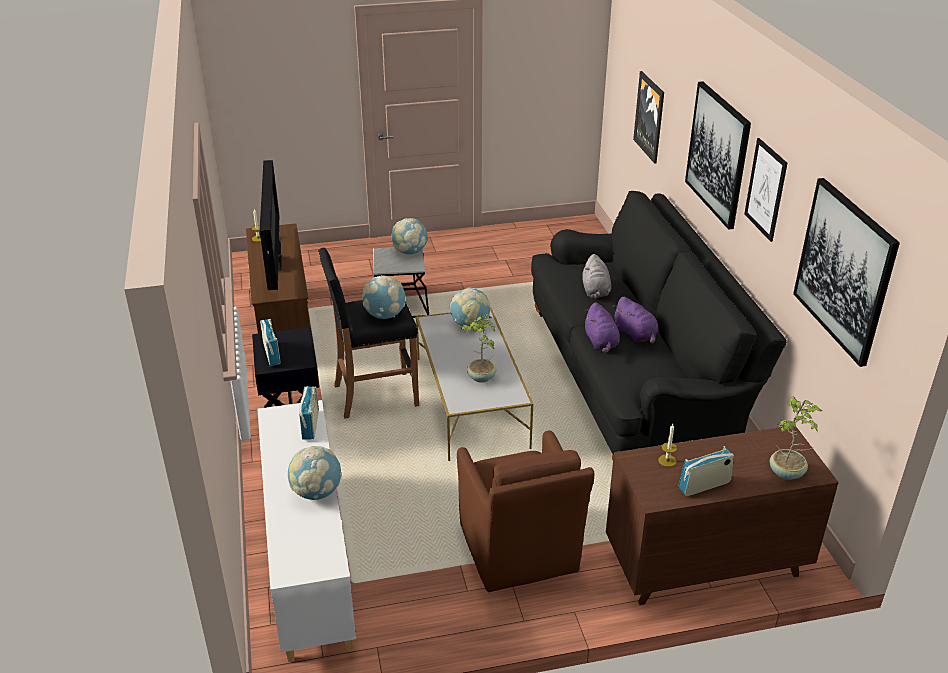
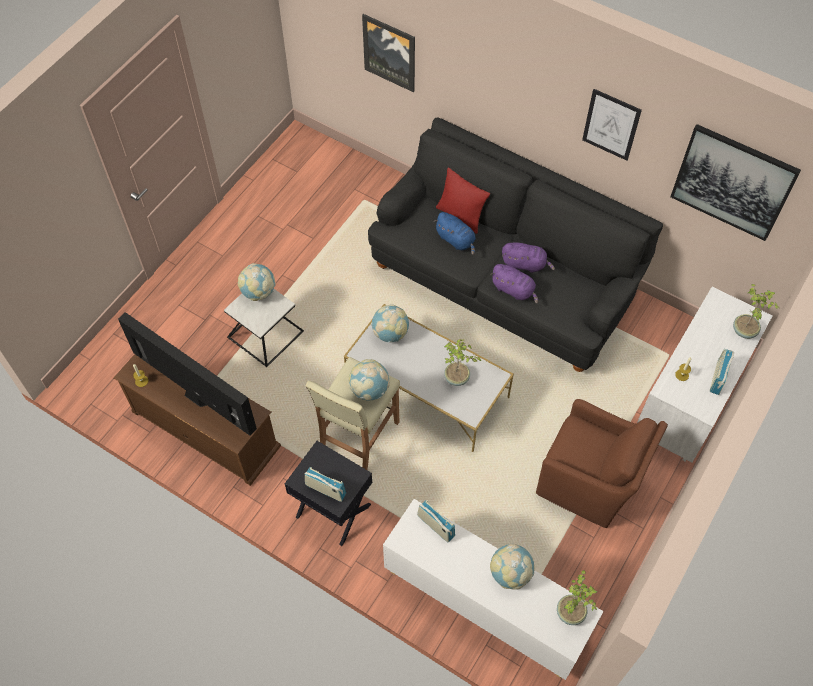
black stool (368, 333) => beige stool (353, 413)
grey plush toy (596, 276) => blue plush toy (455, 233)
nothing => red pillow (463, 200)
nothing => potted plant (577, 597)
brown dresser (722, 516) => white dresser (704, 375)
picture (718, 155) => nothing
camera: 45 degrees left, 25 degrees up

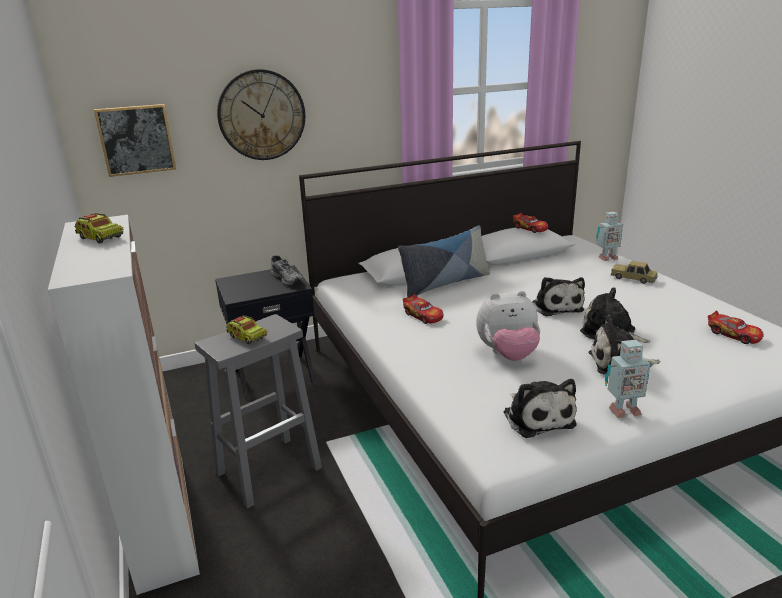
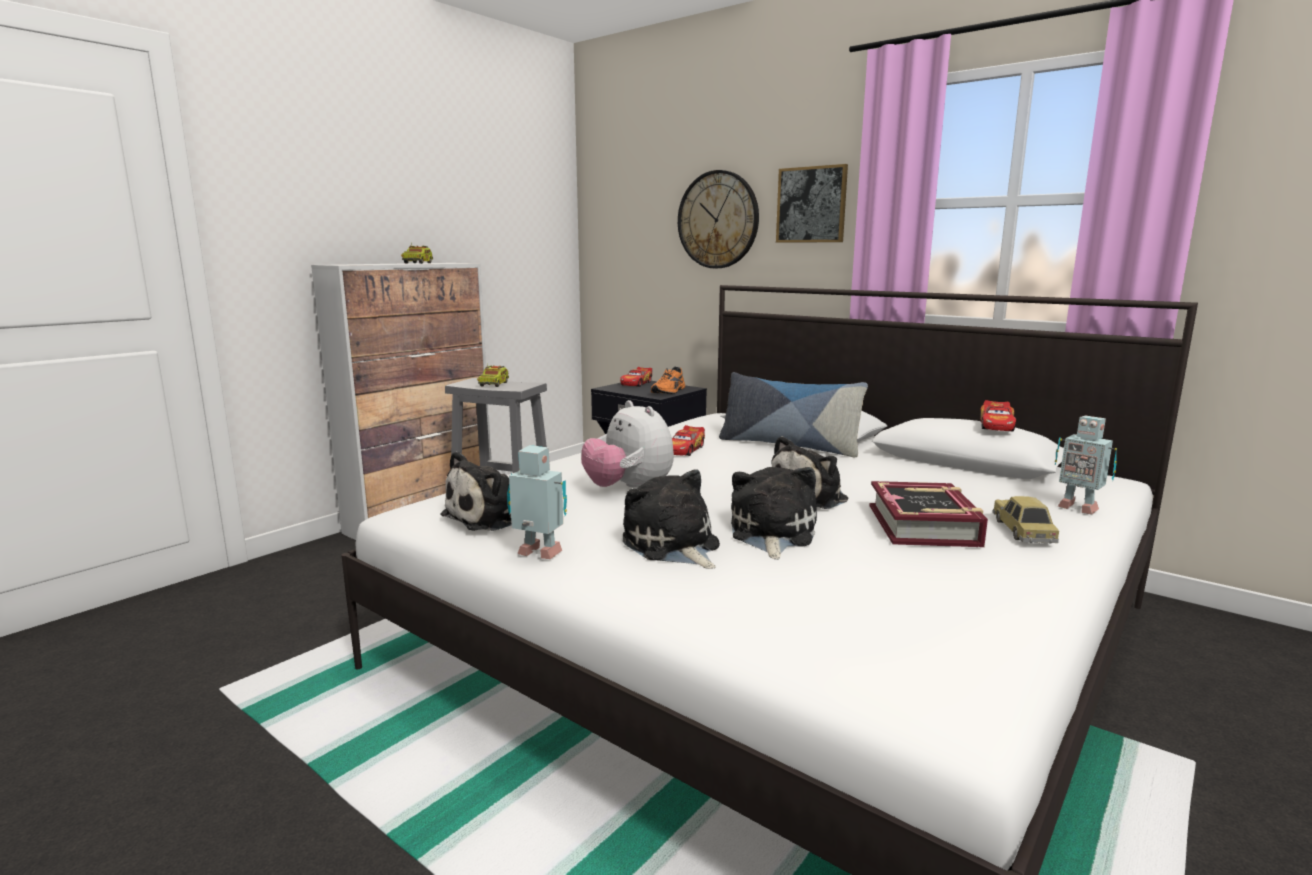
toy robot (628, 379) => toy robot (537, 502), 150 degrees clockwise
toy car (736, 327) => toy car (636, 377), moved
grey shoe (287, 270) => orange shoe (668, 380)
picture (135, 140) => picture (812, 203), moved
nothing => book (928, 514)
camera: 60 degrees right, 10 degrees down

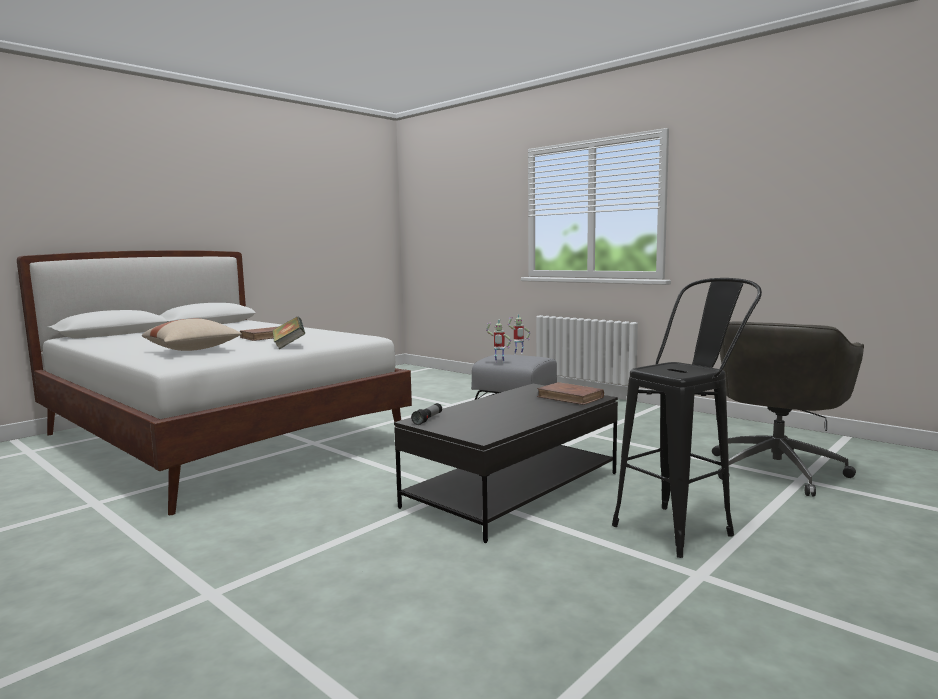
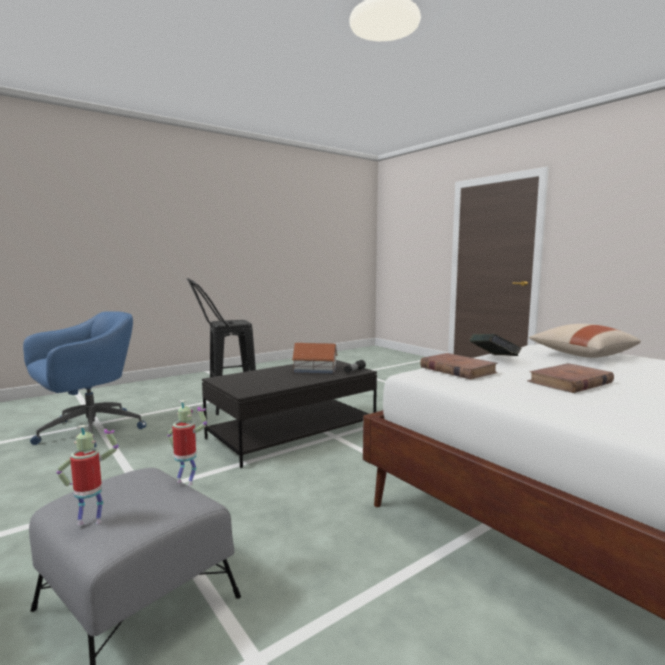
grey office chair (788, 409) => blue office chair (84, 379)
nothing => toy house (315, 358)
brown book (570, 393) => brown book (459, 366), moved
camera: 170 degrees left, 0 degrees up

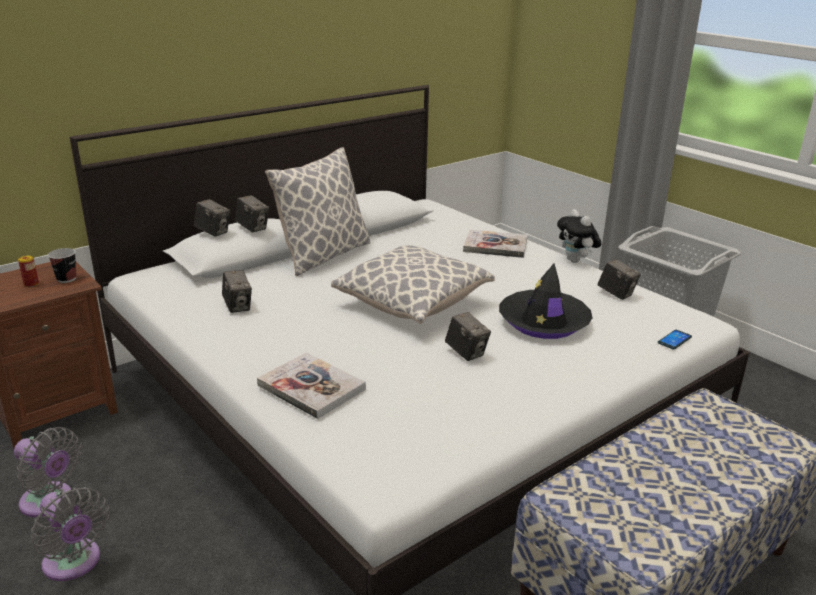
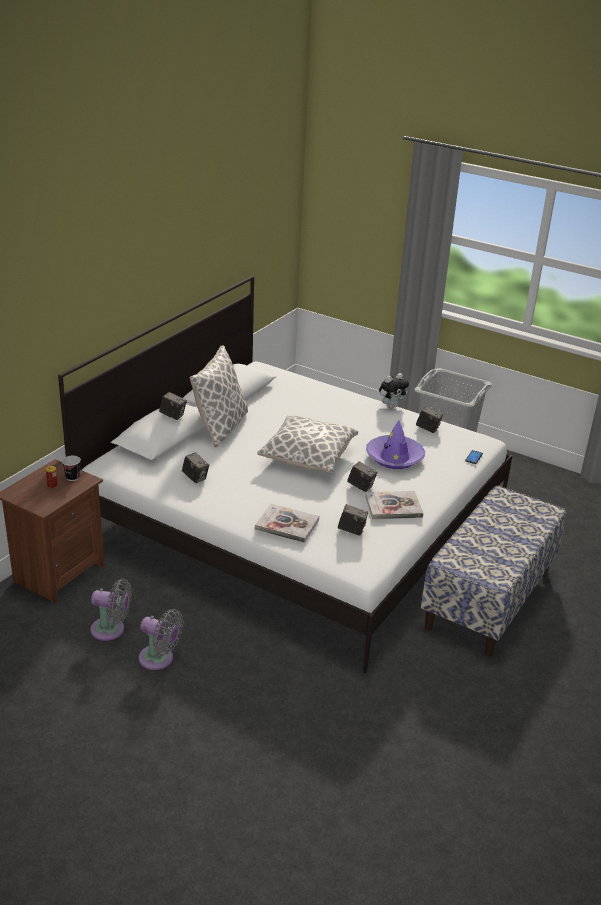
photo camera (212, 218) => photo camera (353, 520), moved
book (495, 243) => book (394, 505), moved
black hat (546, 301) => purple hat (395, 444)
plush toy (579, 236) => plush toy (394, 390), 75 degrees counterclockwise
camera: 20 degrees left, 5 degrees up

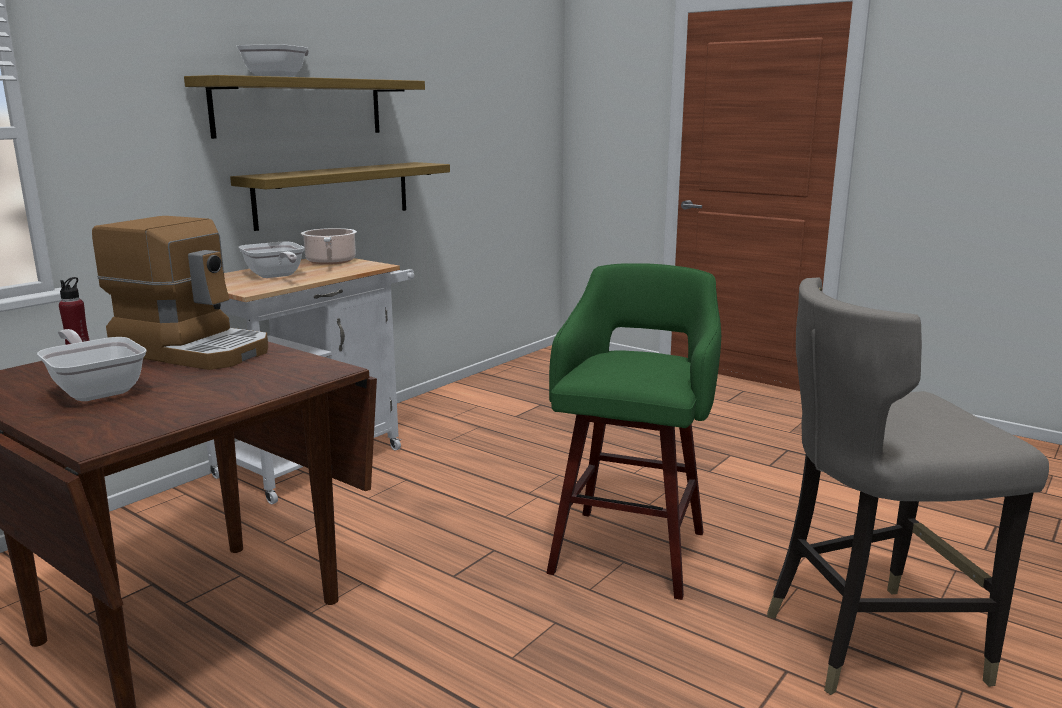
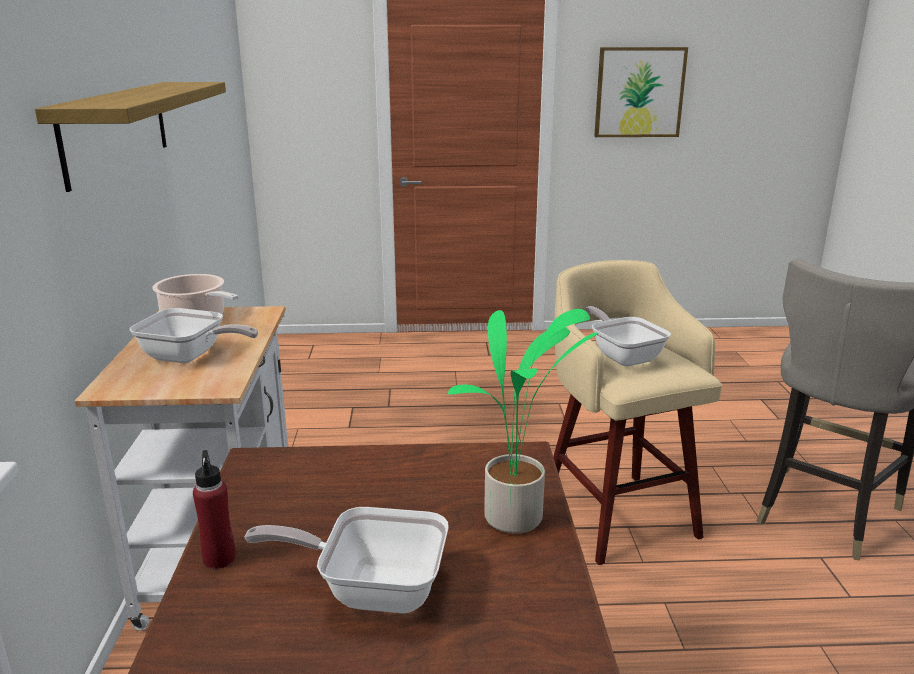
nothing => potted plant (523, 421)
green stool (634, 431) => beige stool (637, 412)
frying pan (273, 60) => frying pan (628, 336), moved
nothing => picture (641, 92)
coffee machine (180, 293) => nothing
shelf (340, 196) => nothing
camera: 40 degrees left, 5 degrees up

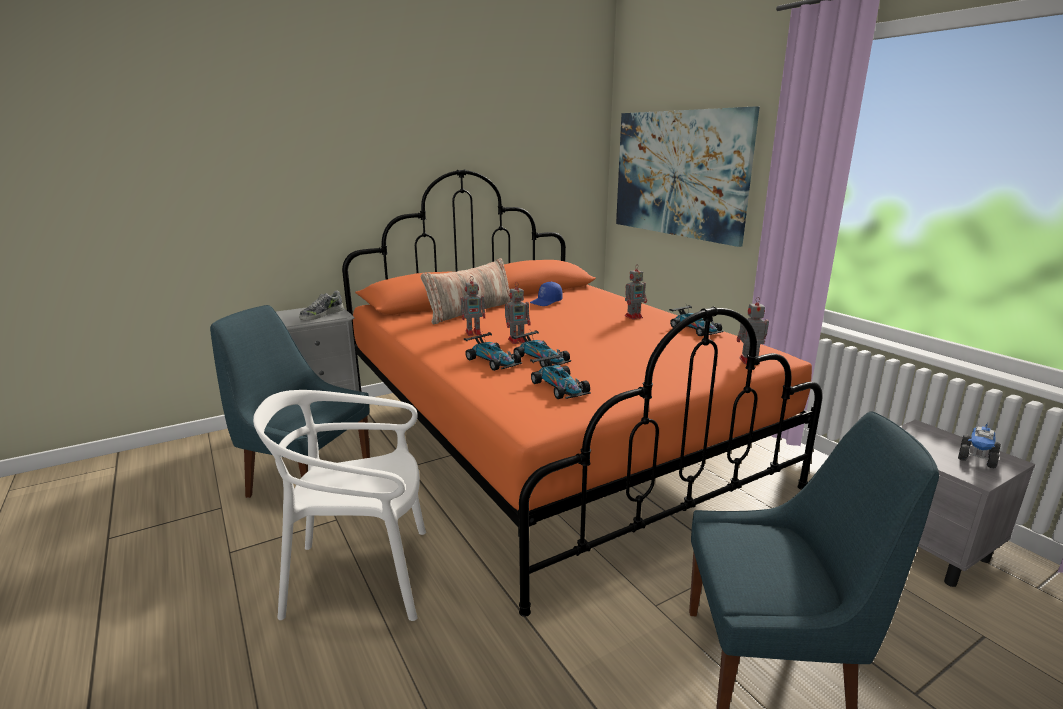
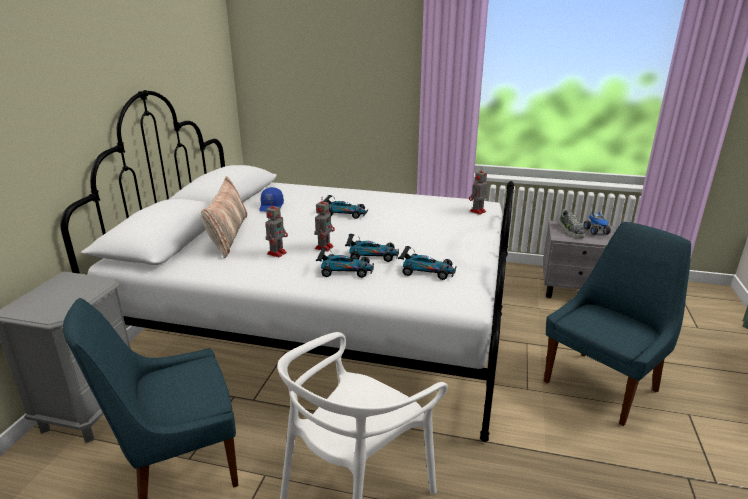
orange bed (582, 393) => white bed (287, 266)
toy car (696, 320) => toy car (345, 206), moved
shoe (321, 305) => shoe (572, 223), moved
picture (688, 176) => nothing
toy robot (636, 293) => nothing
camera: 45 degrees left, 5 degrees up

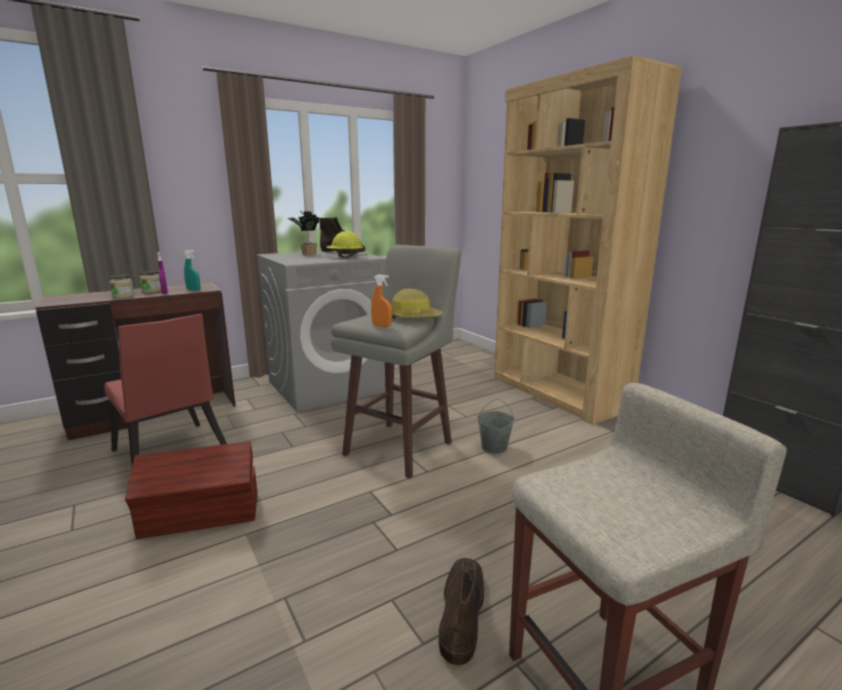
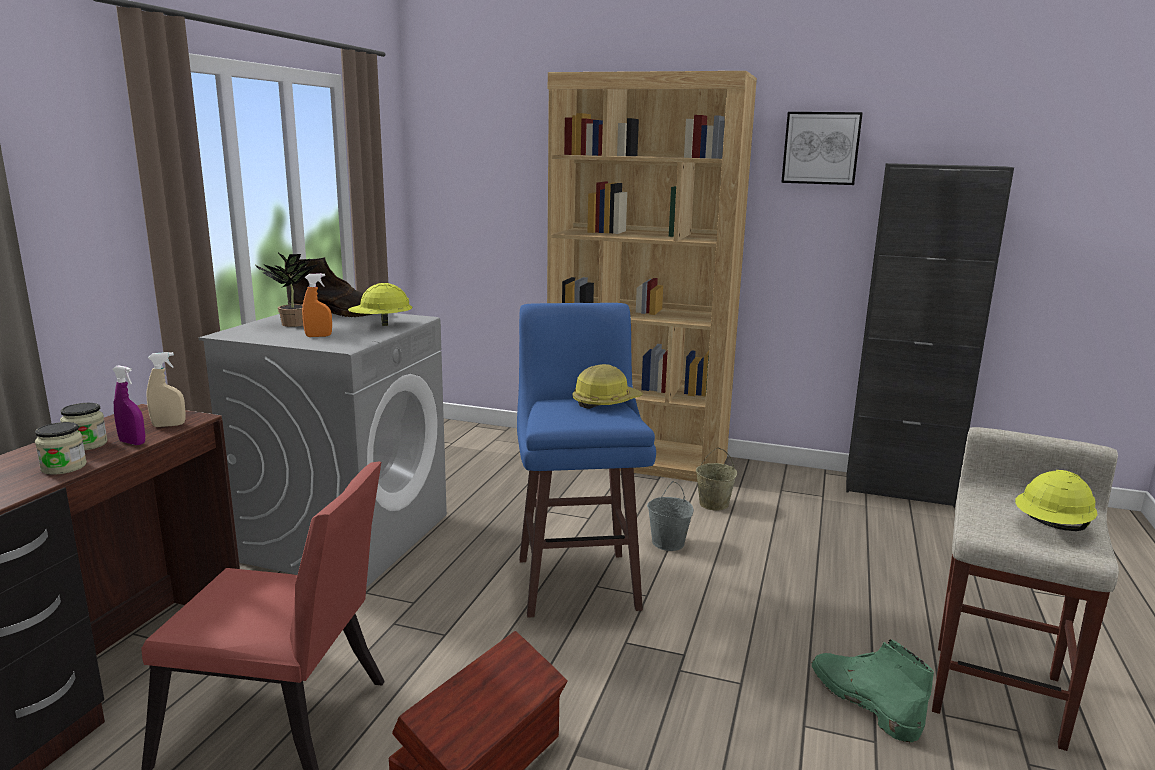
turquoise spray bottle (192, 270) => beige spray bottle (166, 389)
orange spray bottle (381, 301) => orange spray bottle (317, 305), moved
grey stool (396, 362) => blue stool (586, 460)
nothing => beige bucket (716, 479)
nothing => picture (822, 148)
brown boot (461, 611) => green boot (873, 691)
nothing => yellow hard hat (1056, 500)
camera: 40 degrees left, 0 degrees up

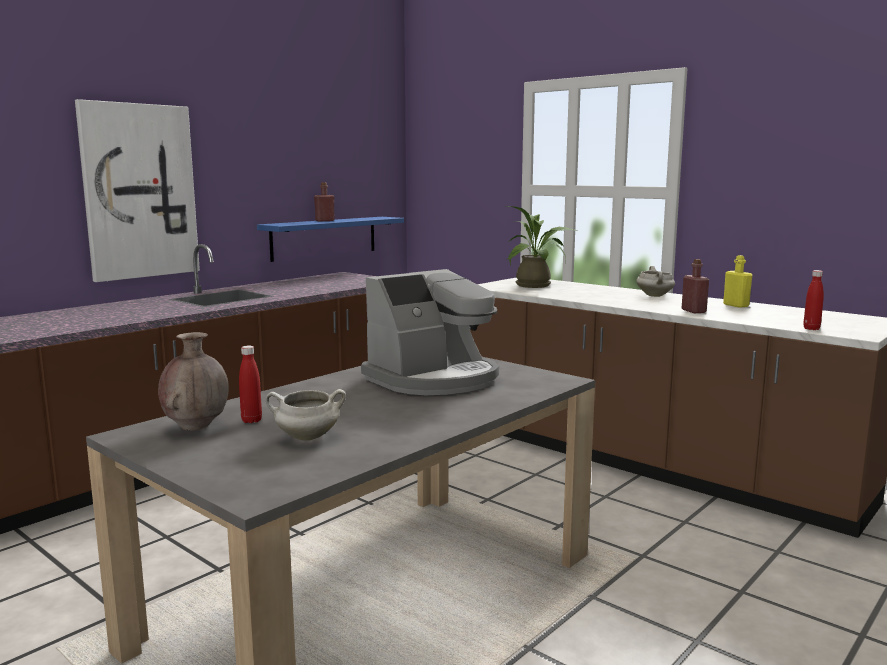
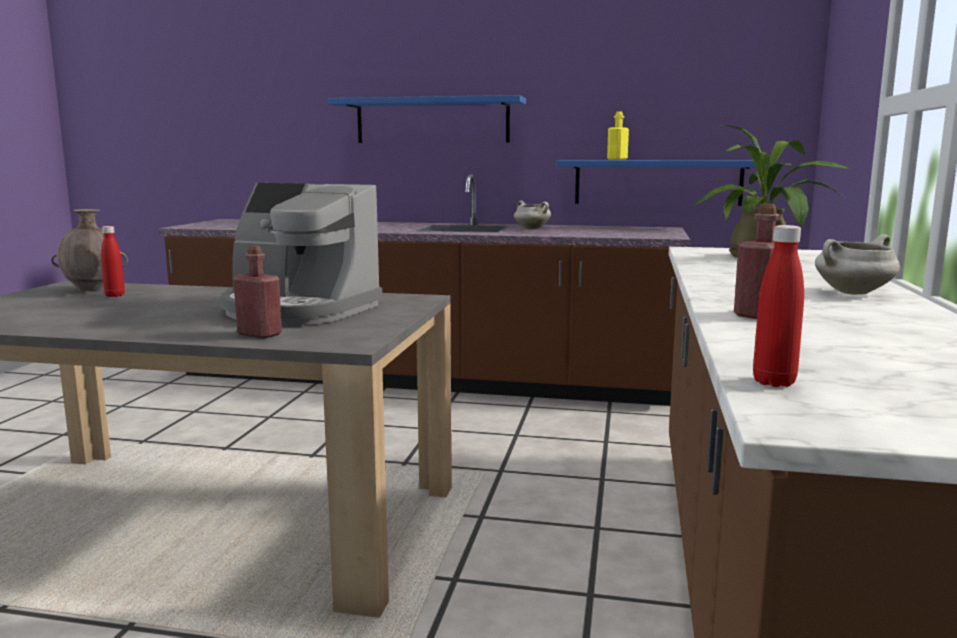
red bottle (324, 201) => red bottle (257, 292), moved
picture (137, 190) => blue shelf (427, 119)
white cooking pot (306, 415) => white cooking pot (532, 214), moved
yellow bottle (737, 281) => yellow bottle (618, 135), moved
camera: 60 degrees right, 0 degrees up

